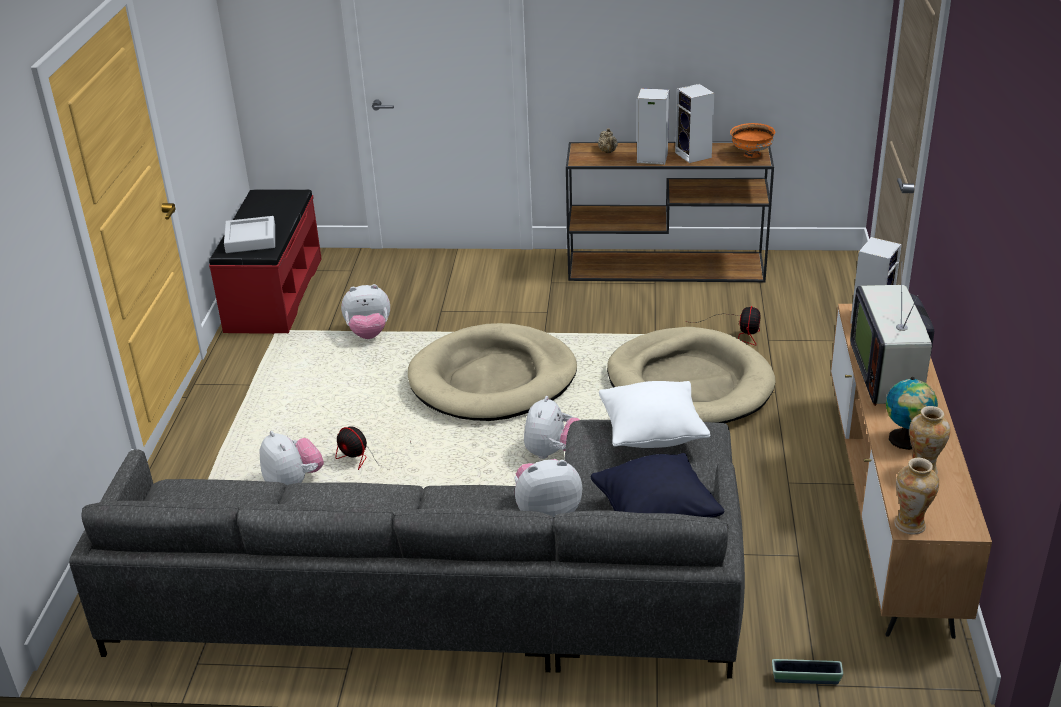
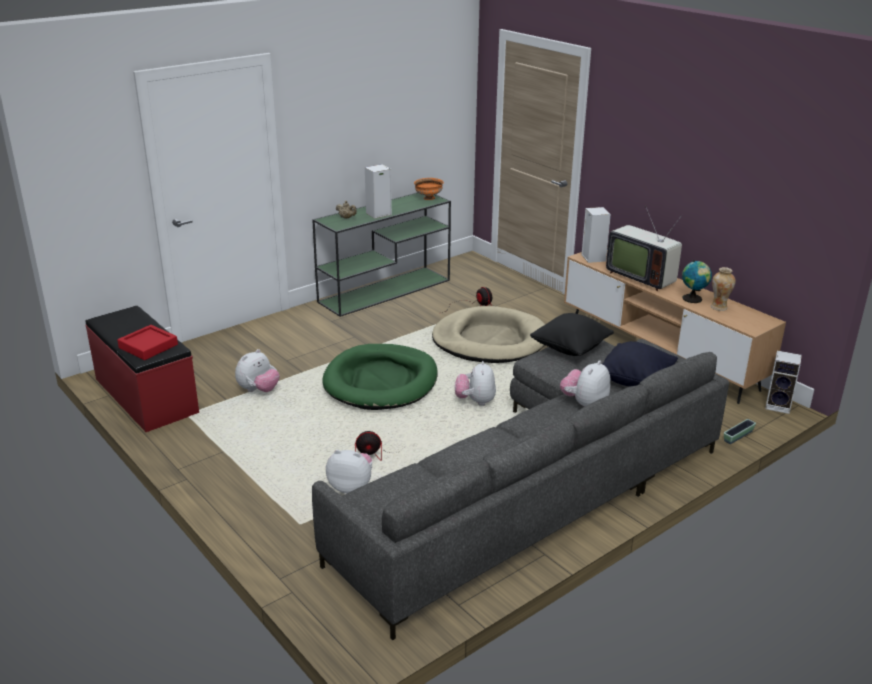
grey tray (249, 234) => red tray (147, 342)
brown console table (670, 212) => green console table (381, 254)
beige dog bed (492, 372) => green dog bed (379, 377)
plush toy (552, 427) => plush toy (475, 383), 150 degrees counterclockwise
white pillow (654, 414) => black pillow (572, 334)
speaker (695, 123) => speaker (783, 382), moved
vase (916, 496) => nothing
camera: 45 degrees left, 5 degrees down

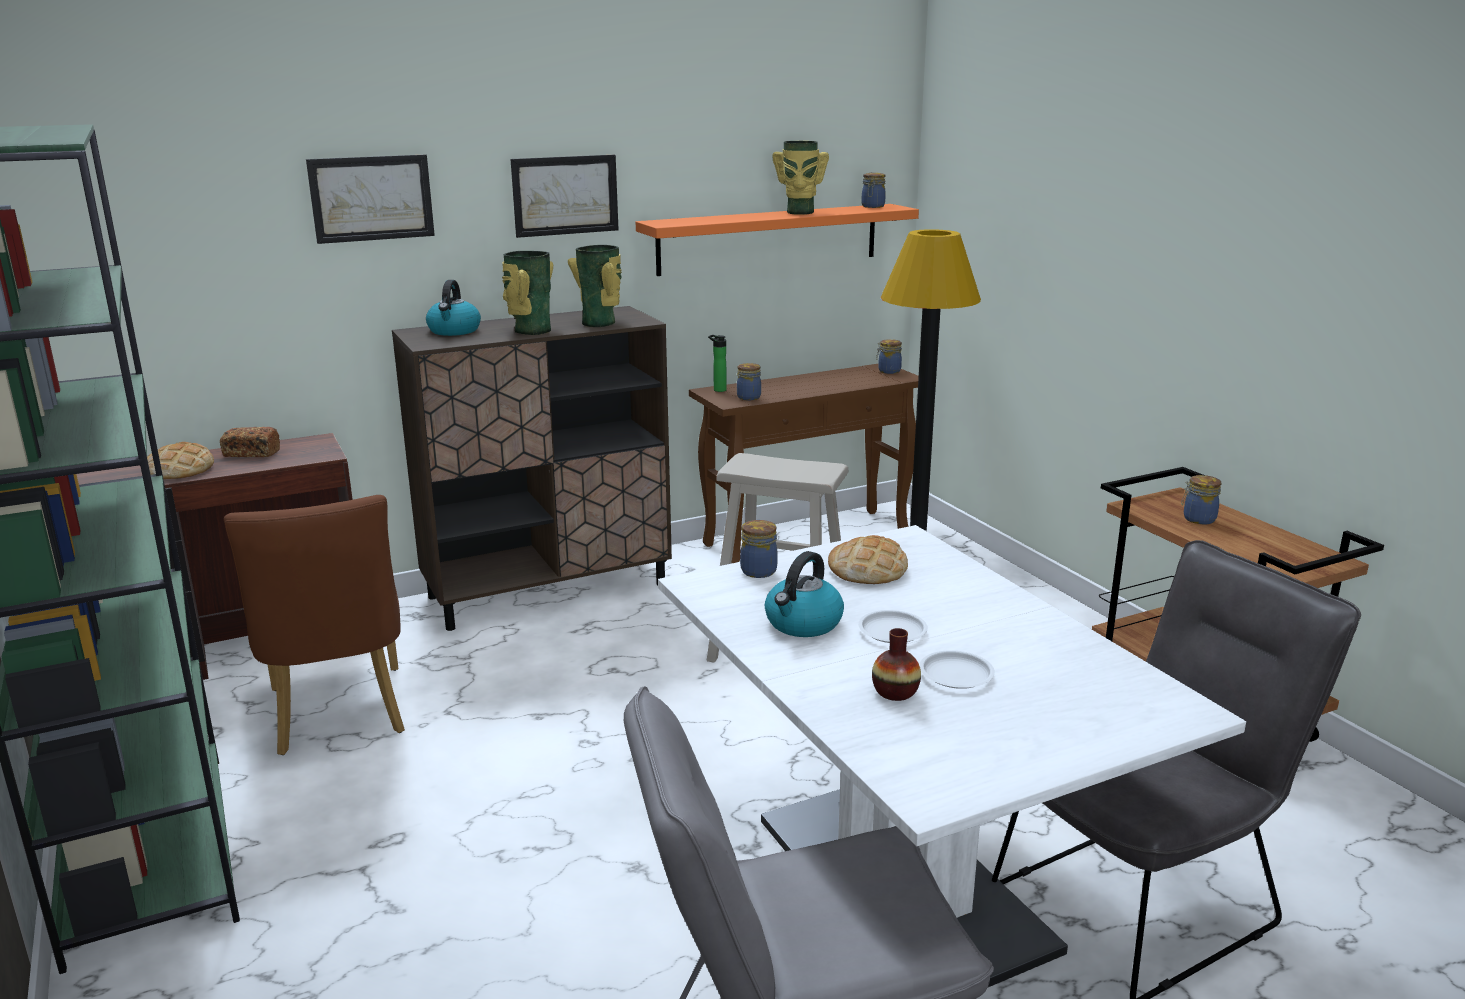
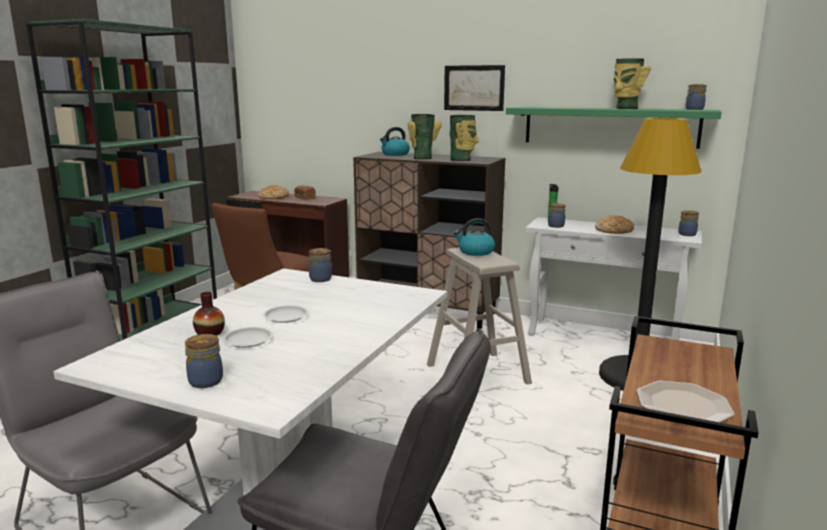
jar (1201, 499) => jar (204, 361), moved
kettle (804, 594) => kettle (474, 237), moved
orange shelf (777, 240) => green shelf (614, 128)
brown console table (804, 464) => white console table (613, 278)
bread (868, 559) => bread (614, 224), moved
nothing => plate (686, 402)
picture (370, 199) => nothing
camera: 50 degrees right, 5 degrees down

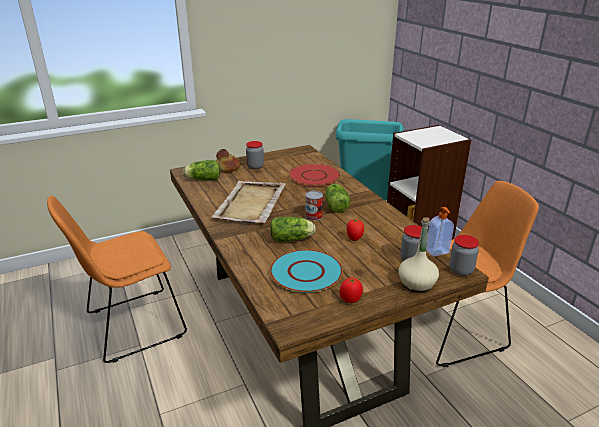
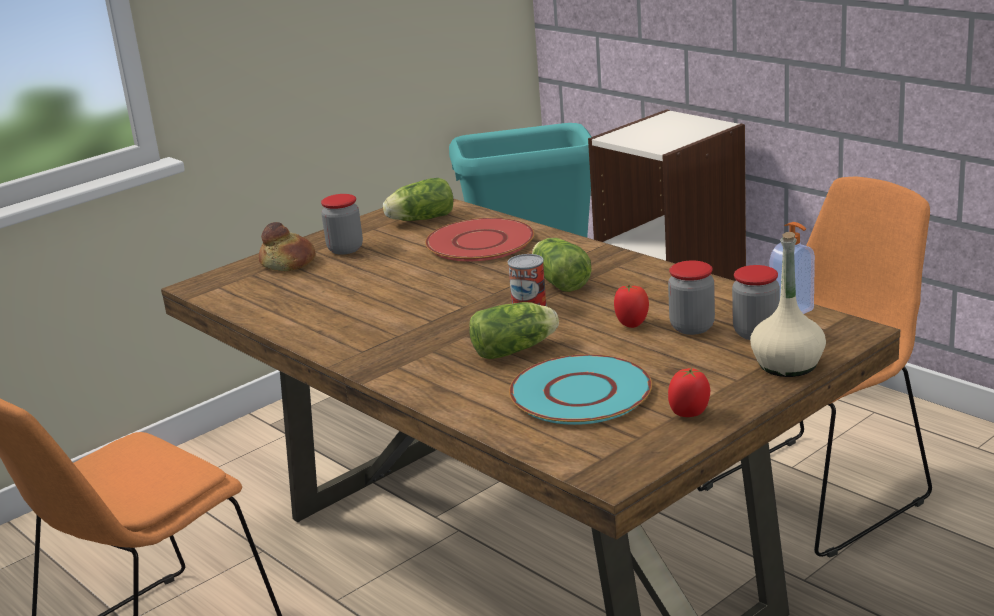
lettuce (201, 170) => lettuce (418, 199), moved
jar (464, 255) => jar (691, 297), moved
beige tray (248, 202) => nothing
camera: 15 degrees left, 5 degrees down

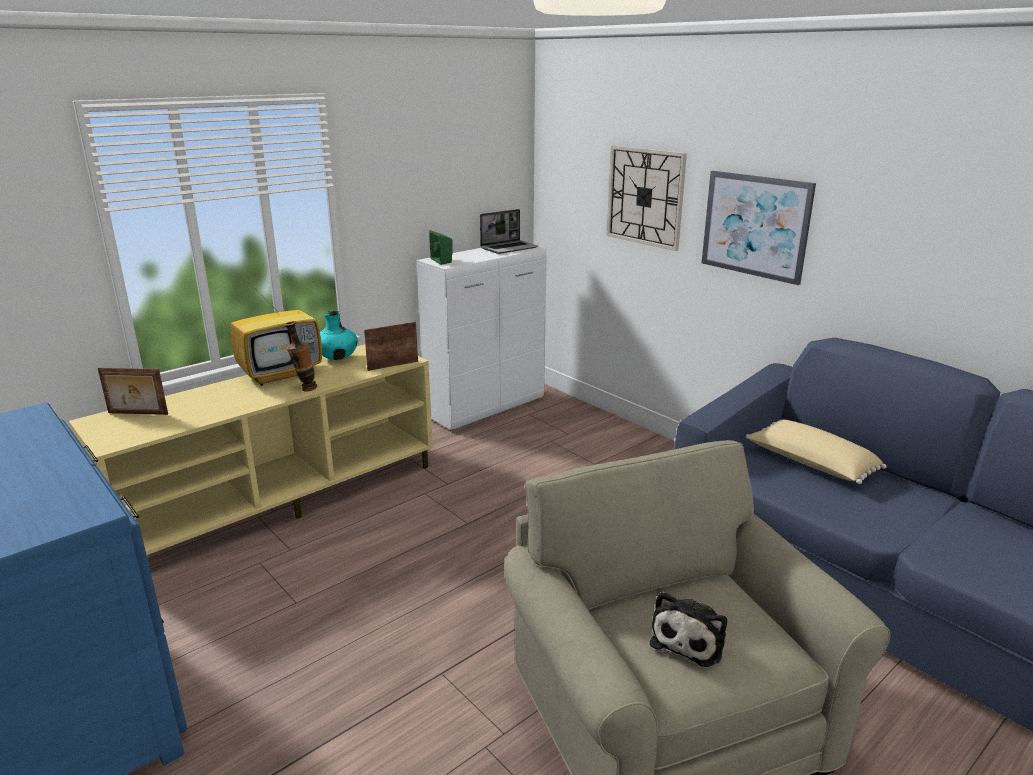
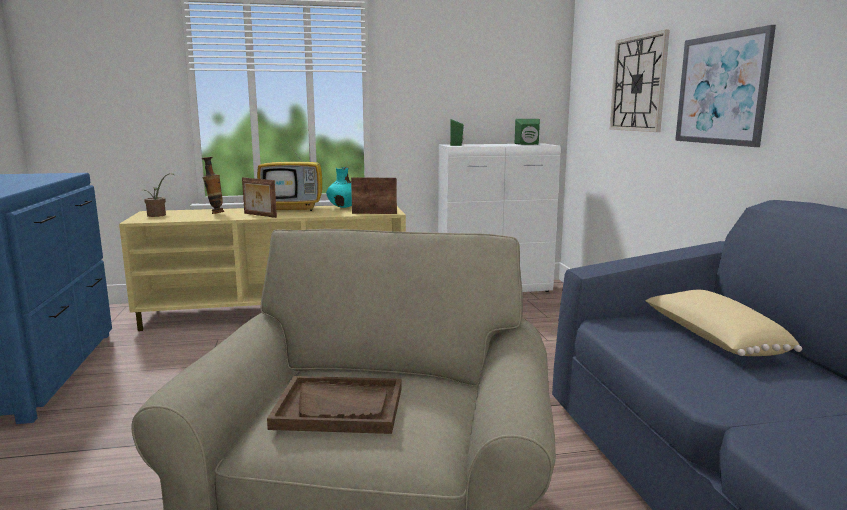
nothing => potted plant (159, 195)
vase (300, 356) => vase (213, 185), moved
picture frame (133, 391) => picture frame (259, 197), moved
plush toy (688, 629) => brown tray (334, 405)
laptop (509, 231) => green speaker (527, 132)
camera: 30 degrees right, 10 degrees down

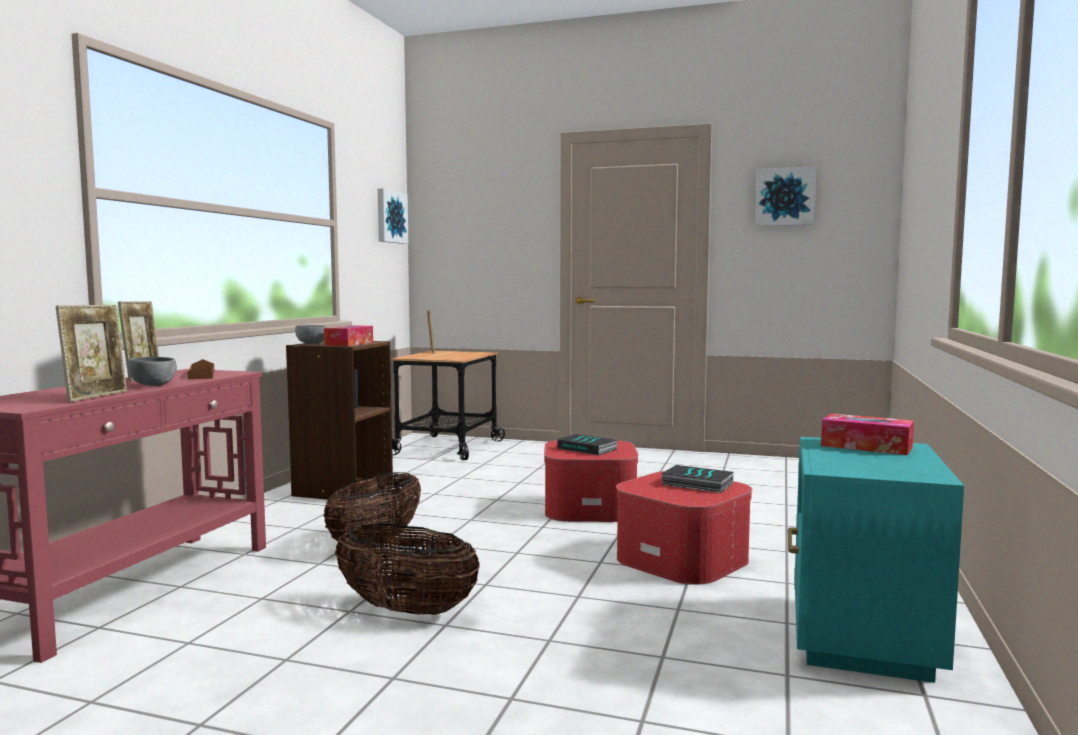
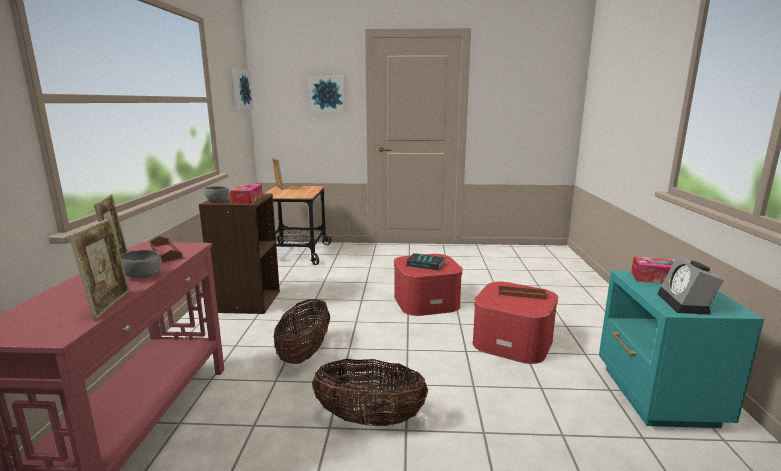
picture (785, 196) => picture (327, 94), moved
book (697, 479) => brown tray (522, 292)
nothing => alarm clock (690, 285)
camera: 15 degrees left, 10 degrees up

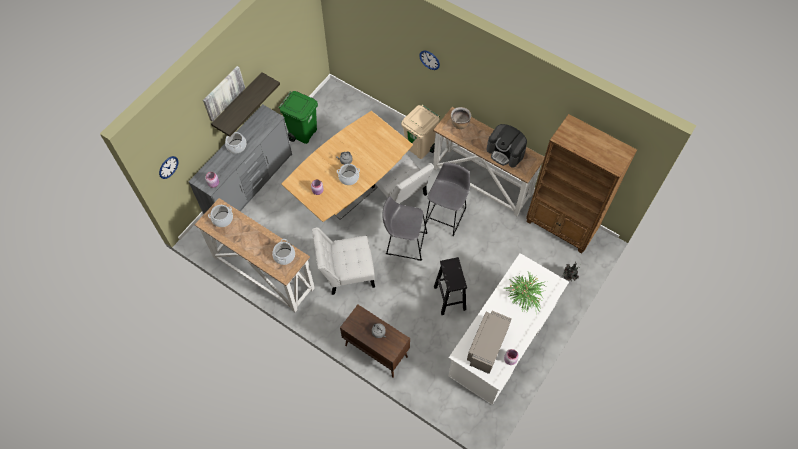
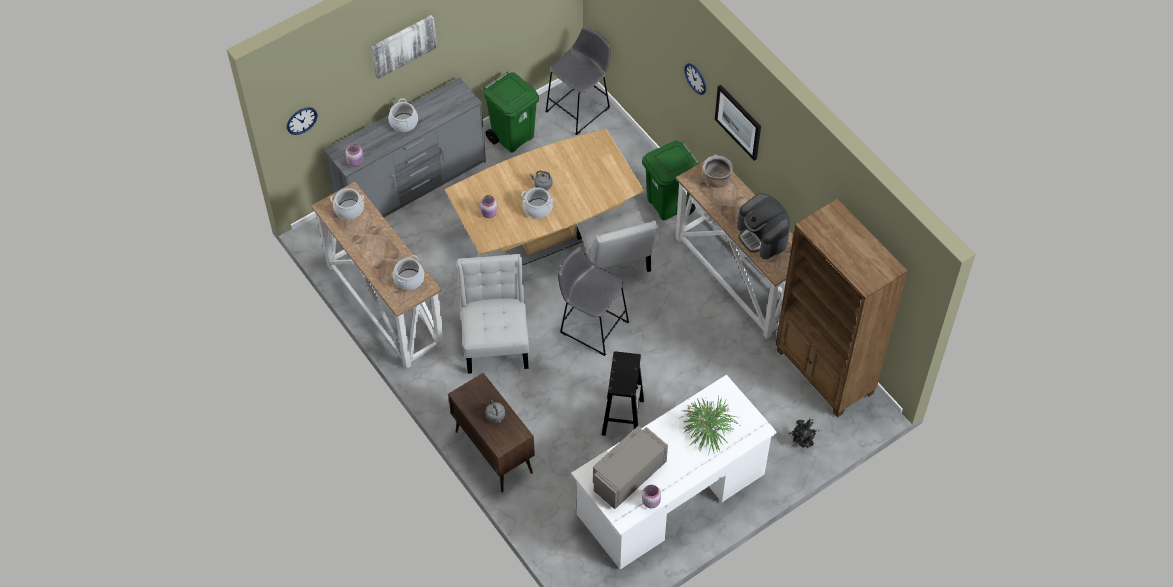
white chair (343, 261) => white chair (493, 314), 75 degrees clockwise
grey stool (447, 199) => grey stool (578, 81), moved
beige trash can (420, 132) => green trash can (670, 180)
nothing => picture (738, 123)
shelf (245, 104) => nothing
camera: 20 degrees right, 5 degrees down

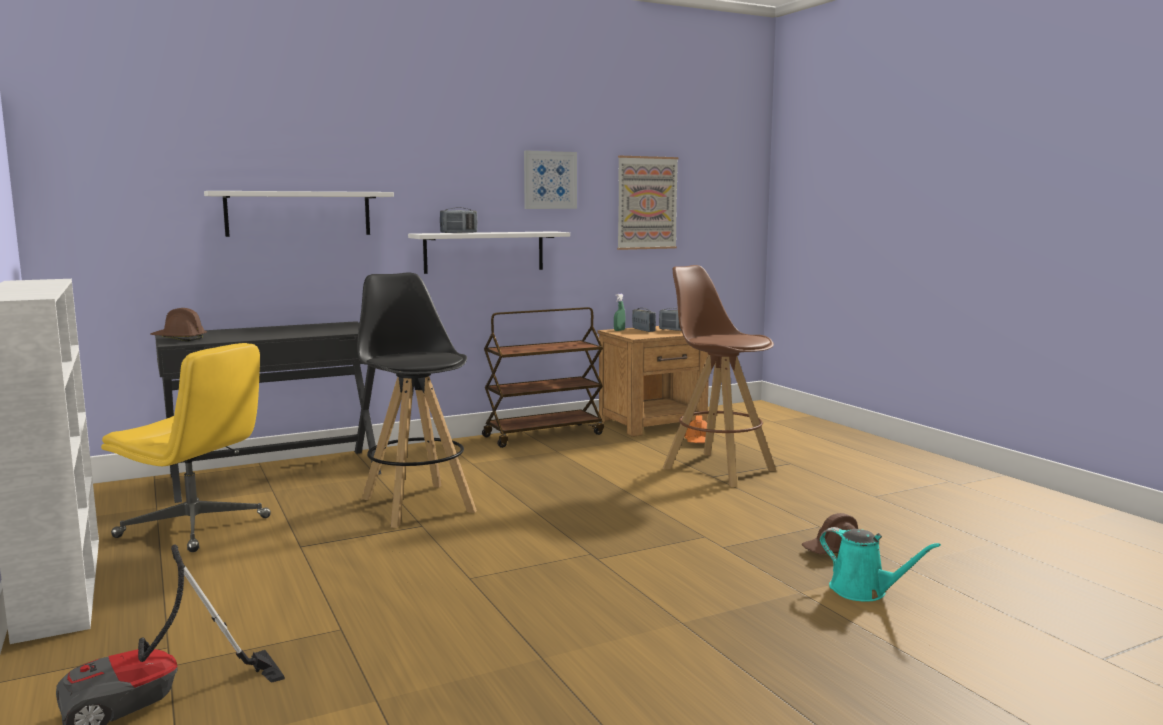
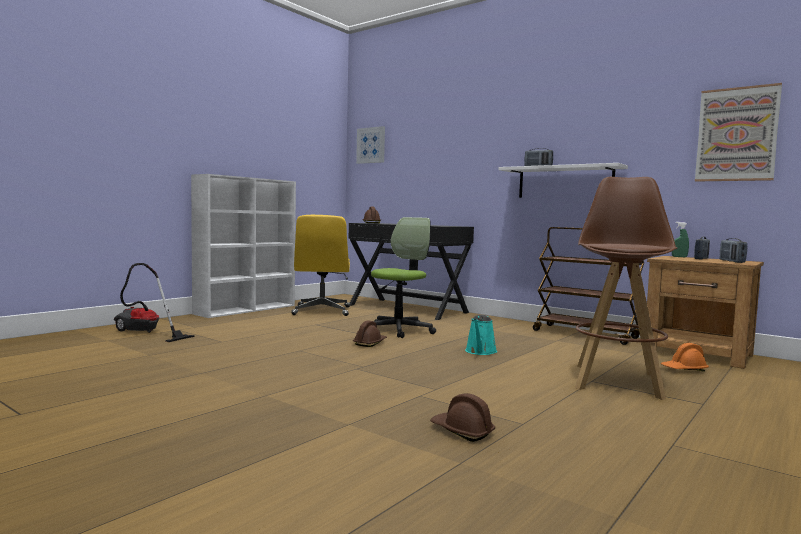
nothing => brown hard hat (370, 334)
picture (550, 179) => picture (370, 145), moved
black stool (417, 400) => office chair (403, 277)
turquoise watering can (880, 564) => turquoise watering can (481, 335), moved
white shelf (299, 214) => nothing
camera: 65 degrees right, 5 degrees down

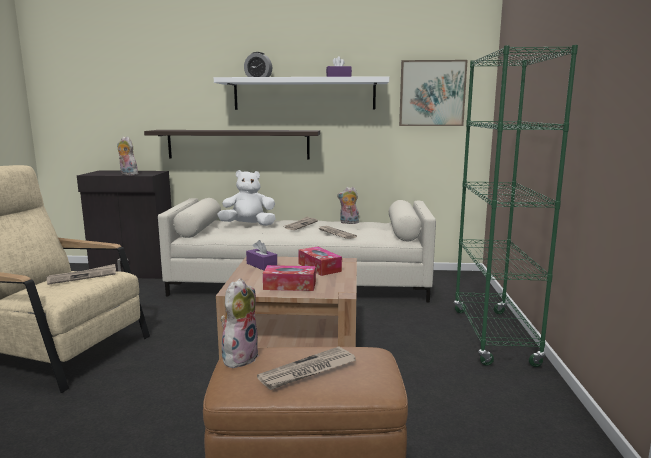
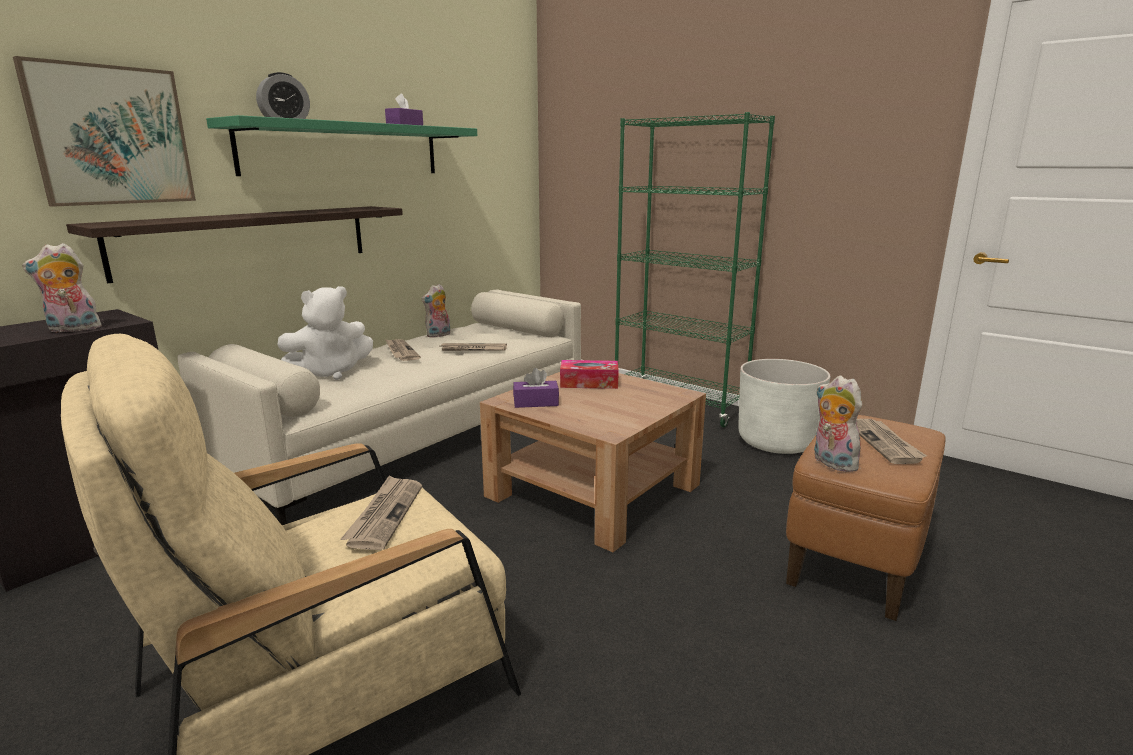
picture (433, 93) => picture (104, 131), moved
white shelf (301, 93) => green shelf (341, 145)
white plush toy (246, 198) => white plush toy (325, 333), 150 degrees counterclockwise
nothing => white planter (784, 406)
tissue box (289, 278) => nothing
camera: 55 degrees left, 5 degrees up

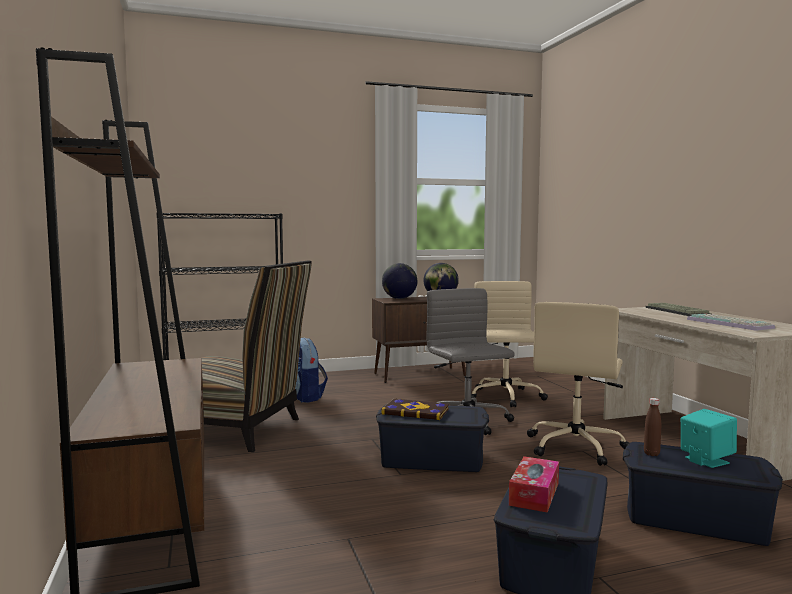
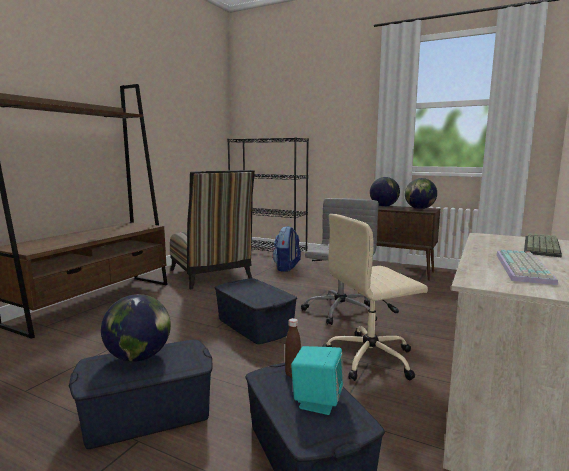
tissue box (534, 484) => globe (136, 328)
book (415, 409) => nothing
beige office chair (509, 344) => nothing
camera: 45 degrees right, 5 degrees up

